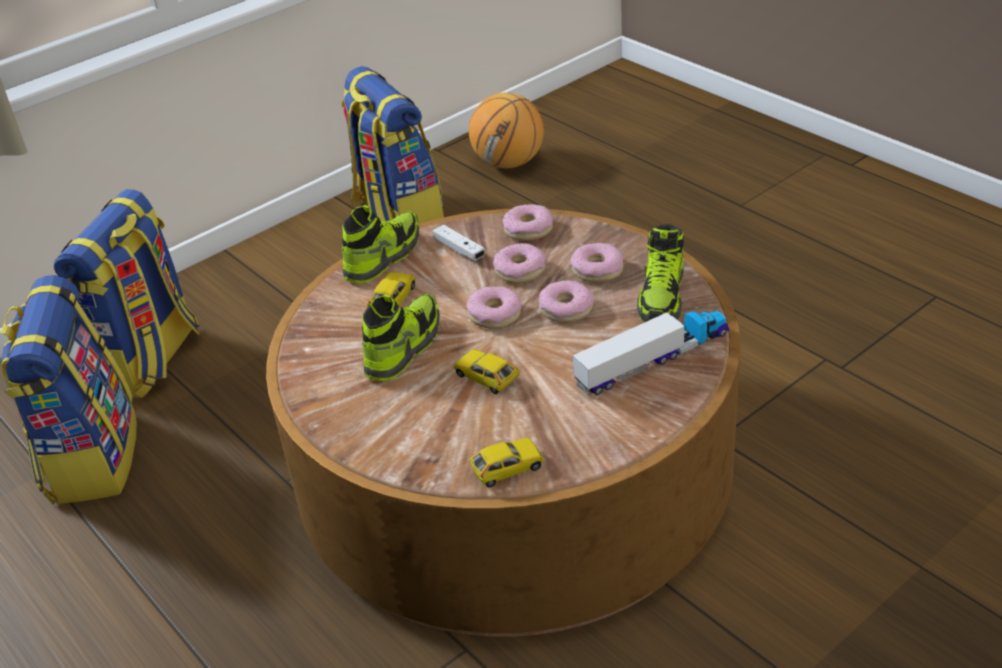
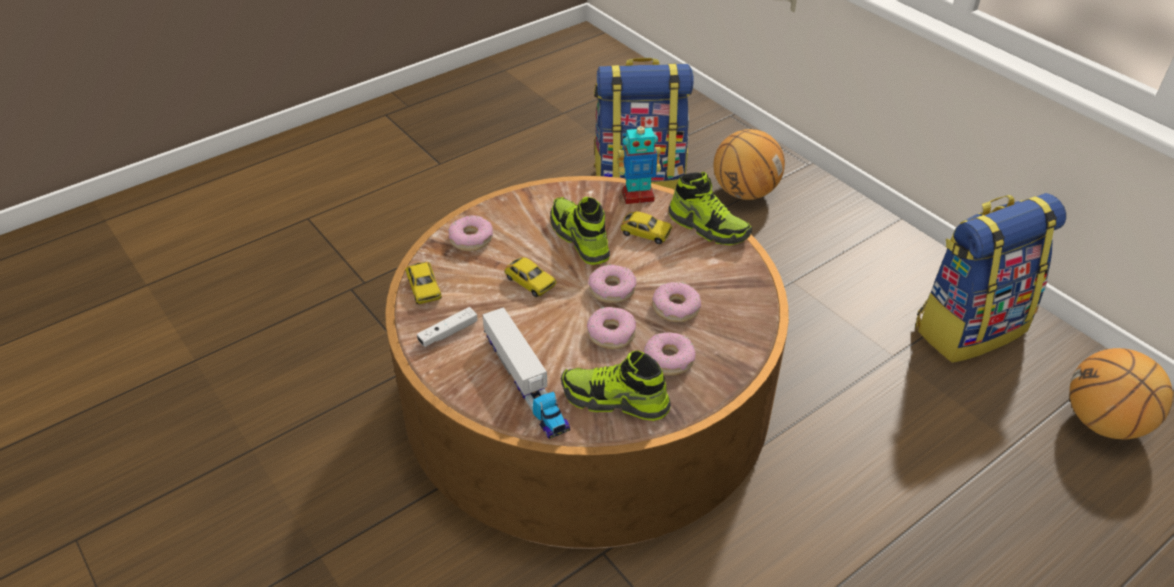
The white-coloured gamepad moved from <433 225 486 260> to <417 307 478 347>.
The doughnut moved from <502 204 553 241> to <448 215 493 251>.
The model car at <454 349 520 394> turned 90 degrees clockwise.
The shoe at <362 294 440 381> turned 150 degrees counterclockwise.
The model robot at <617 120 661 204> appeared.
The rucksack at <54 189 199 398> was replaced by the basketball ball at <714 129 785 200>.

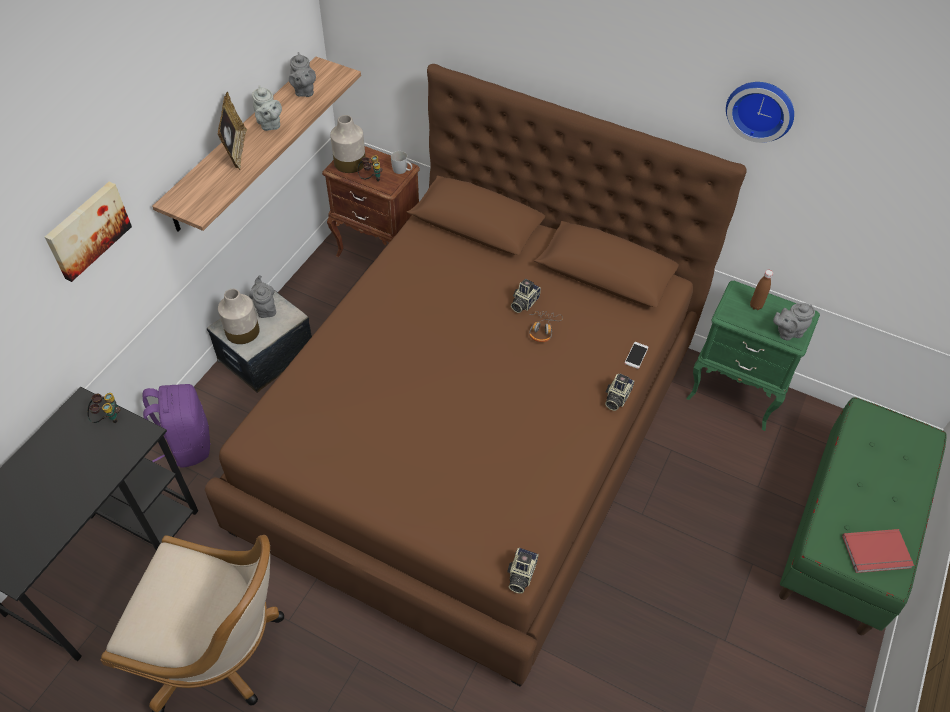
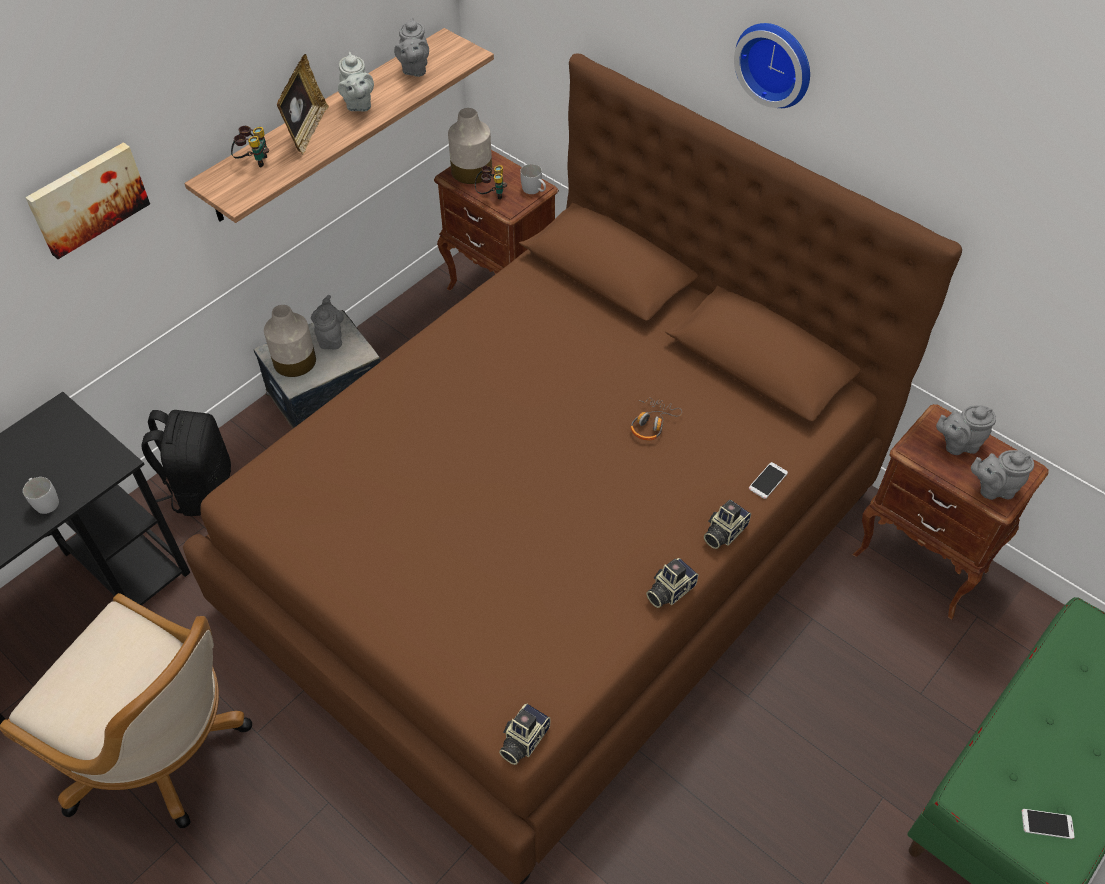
The white-coloured mug at <23 477 59 514> appeared.
The purple-coloured rucksack at <143 384 210 468> became the blackish rucksack at <141 410 231 516>.
The binoculars moved from <87 393 121 423> to <231 126 269 167>.
The photo camera moved from <511 279 541 313> to <646 558 698 608>.
The hanging clock moved from <726 82 794 143> to <734 23 810 108>.
The green-coloured nightstand at <686 281 820 431> became the brown-coloured nightstand at <852 404 1049 620>.
The brown-coloured bottle at <750 270 773 310> was replaced by the greyish pot for tea at <936 405 996 455>.
The red volume at <842 529 914 573> was replaced by the telephone at <1022 809 1075 839>.

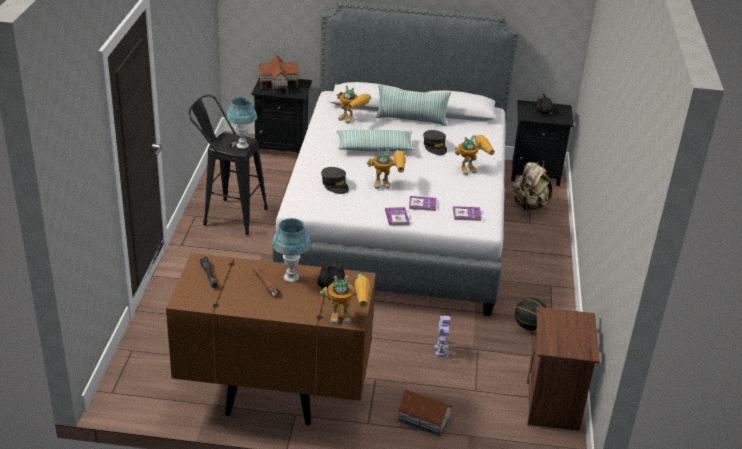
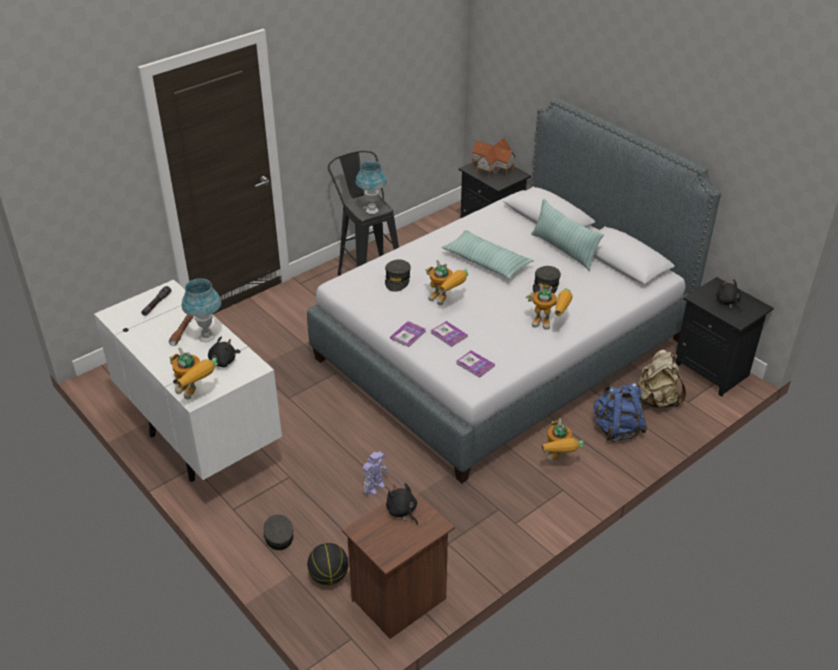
The brown-coloured drawer chest at <166 253 376 426> became the white-coloured drawer chest at <94 280 282 482>.
The model house at <398 390 453 436> was replaced by the greyish peaked cap at <263 514 294 550>.
The basketball ball moved from <515 297 547 330> to <307 543 349 585>.
The blackish soft toy at <386 483 418 525> appeared.
The model robot moved from <336 85 371 124> to <542 418 584 462>.
The blue rucksack at <593 383 647 442> appeared.

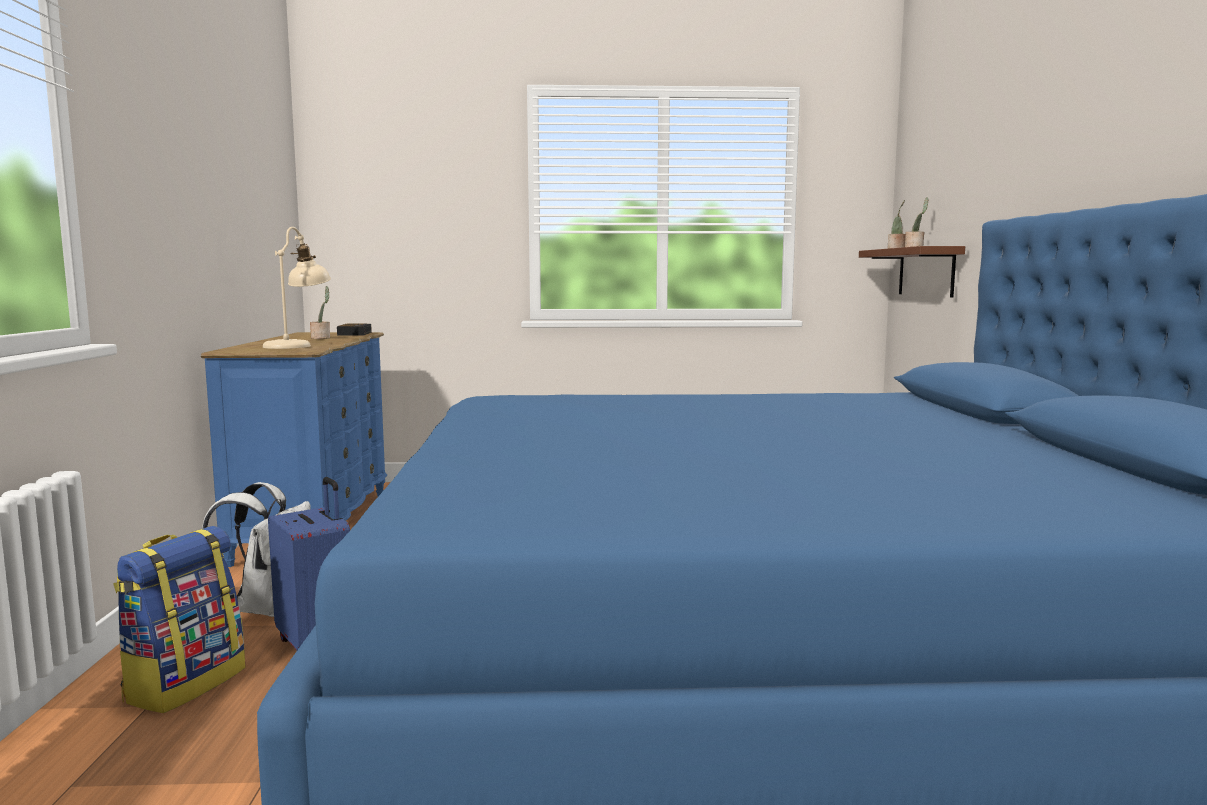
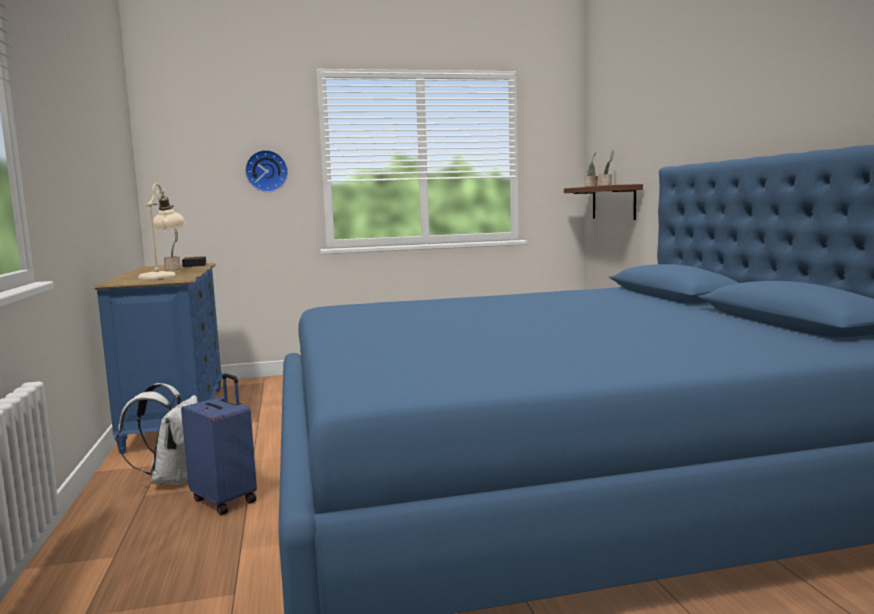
The hanging clock at <245 150 288 192> appeared.
The rucksack at <113 526 245 713> disappeared.

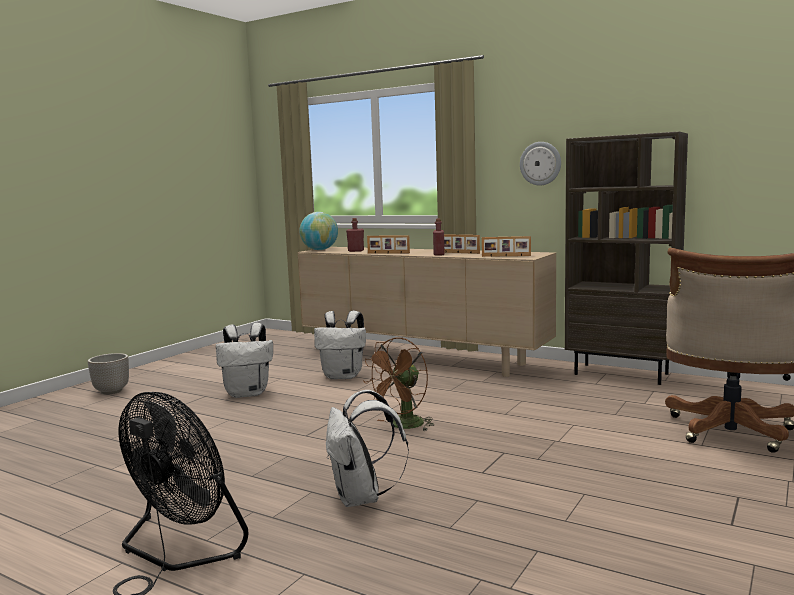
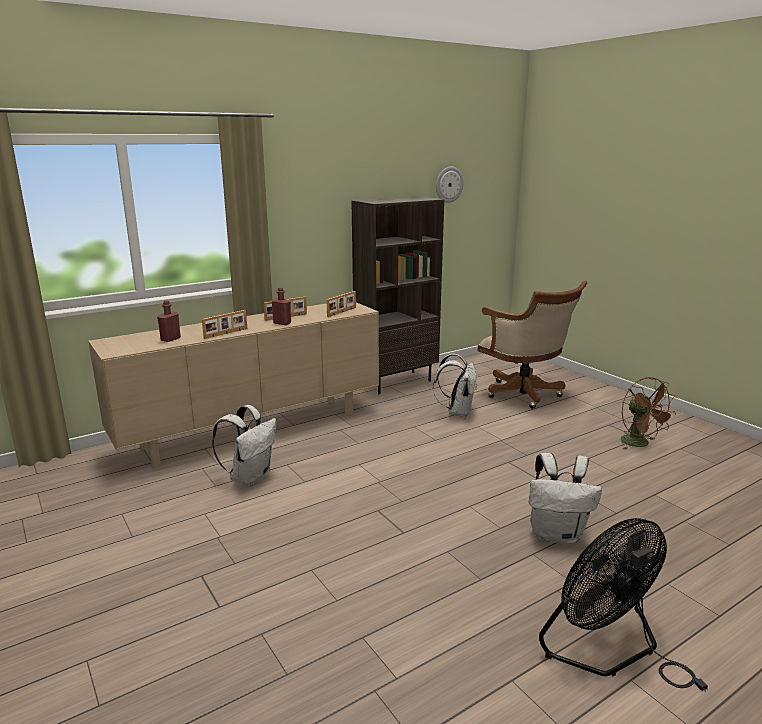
The white-coloured rucksack moved from <216 323 273 398> to <433 354 477 417>.
The hanging clock moved from <520 142 561 186> to <436 167 463 203>.
The brown-coloured cooling fan moved from <363 337 434 431> to <620 377 677 450>.
The flower pot at <88 353 129 395> disappeared.
The world globe at <299 212 338 250> disappeared.

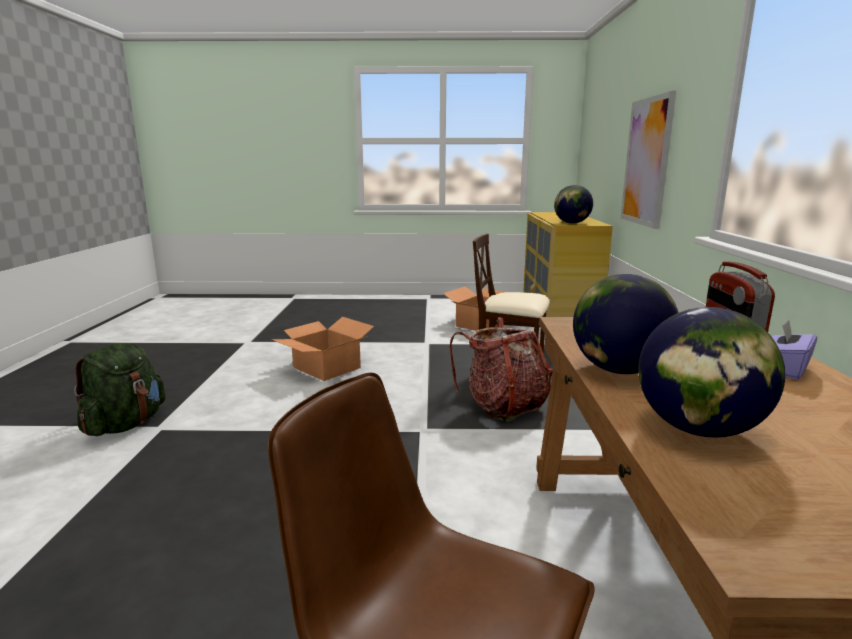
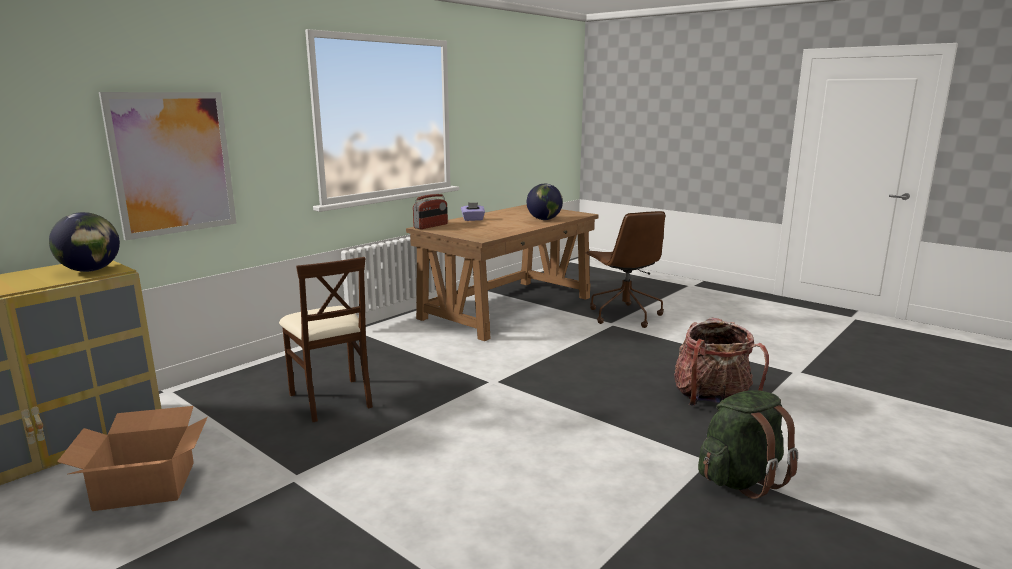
The rucksack moved from <449 317 553 422> to <674 318 769 406>.
The cardboard box at <272 317 374 381> disappeared.
The world globe at <573 274 678 374> disappeared.

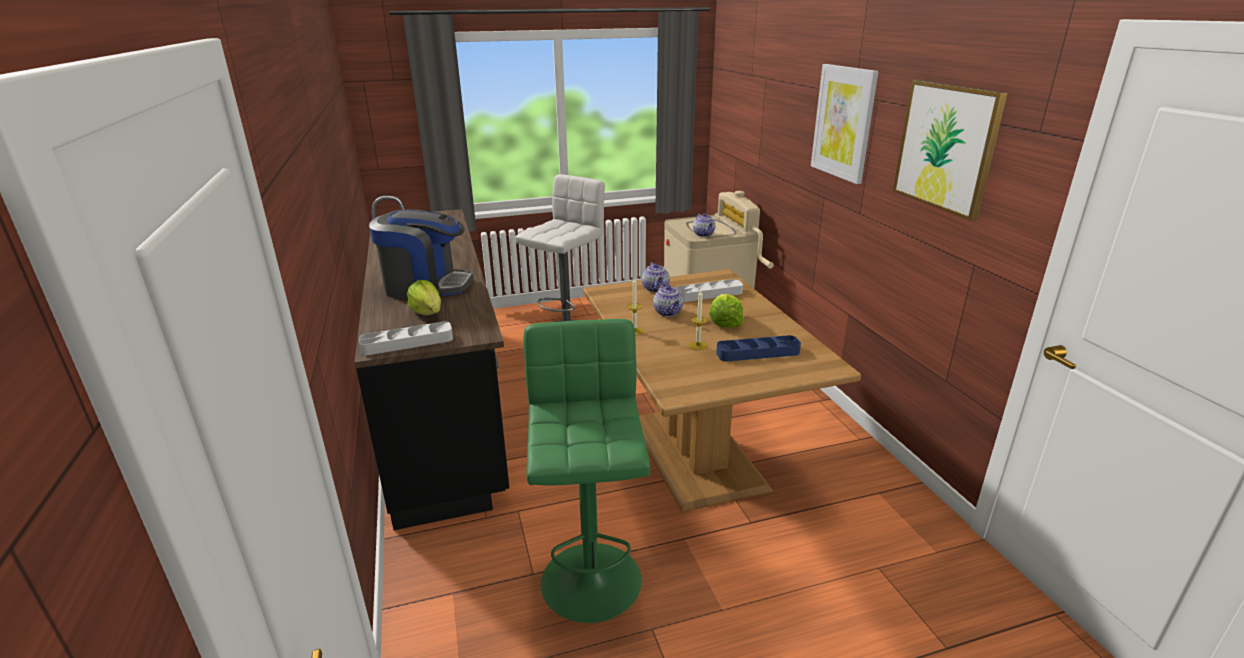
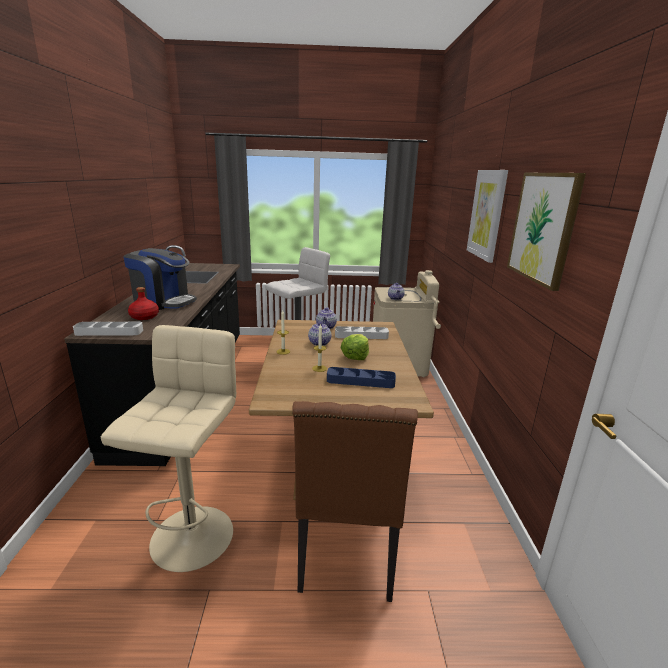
The green-coloured stool at <523 319 650 623> became the sand-coloured stool at <101 325 236 572>.
The lettuce head at <407 280 441 315> was replaced by the red bottle at <128 287 159 320>.
The brown-coloured upright chair at <292 401 418 602> appeared.

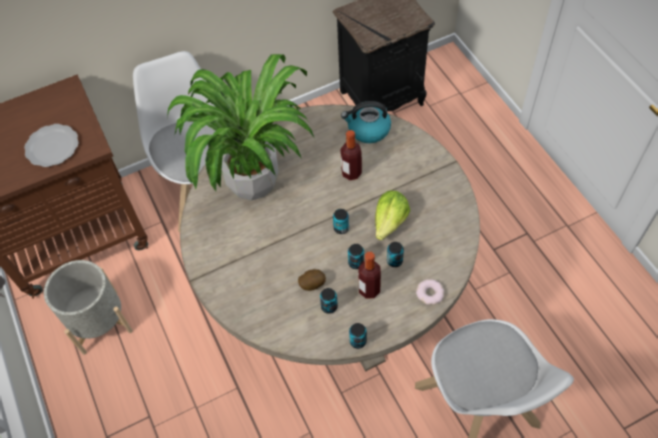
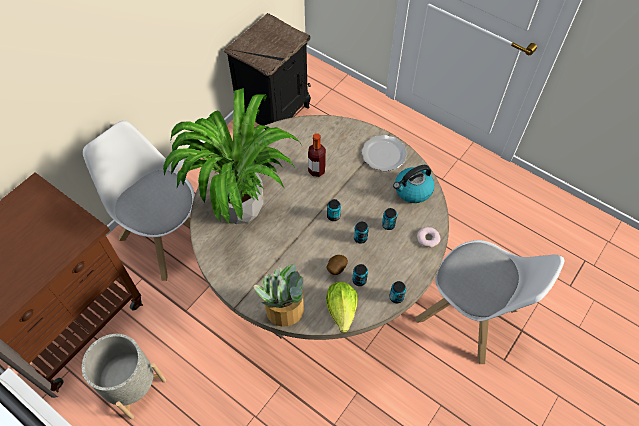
The houseplant at <253 264 304 327> appeared.
The lettuce head moved from <375 191 410 240> to <326 282 358 333>.
The plate moved from <24 124 79 167> to <362 135 407 171>.
The water kettle moved from <341 101 391 143> to <393 165 434 203>.
The bottle at <358 252 381 299> disappeared.

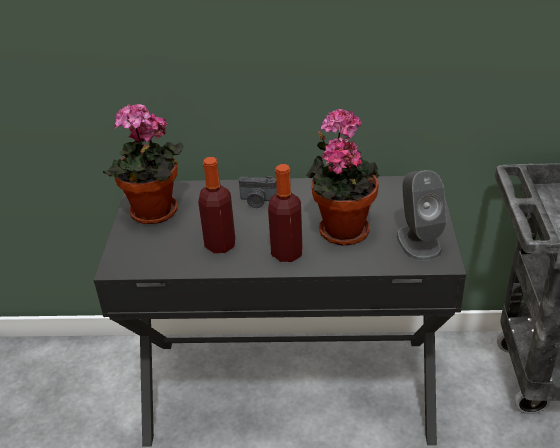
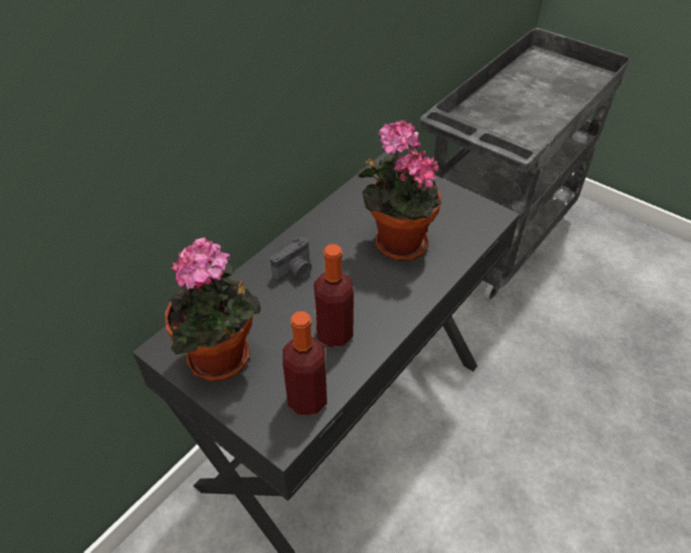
The bottle moved from <268 164 303 262> to <283 311 327 415>.
The greyish speaker at <396 170 447 261> disappeared.

